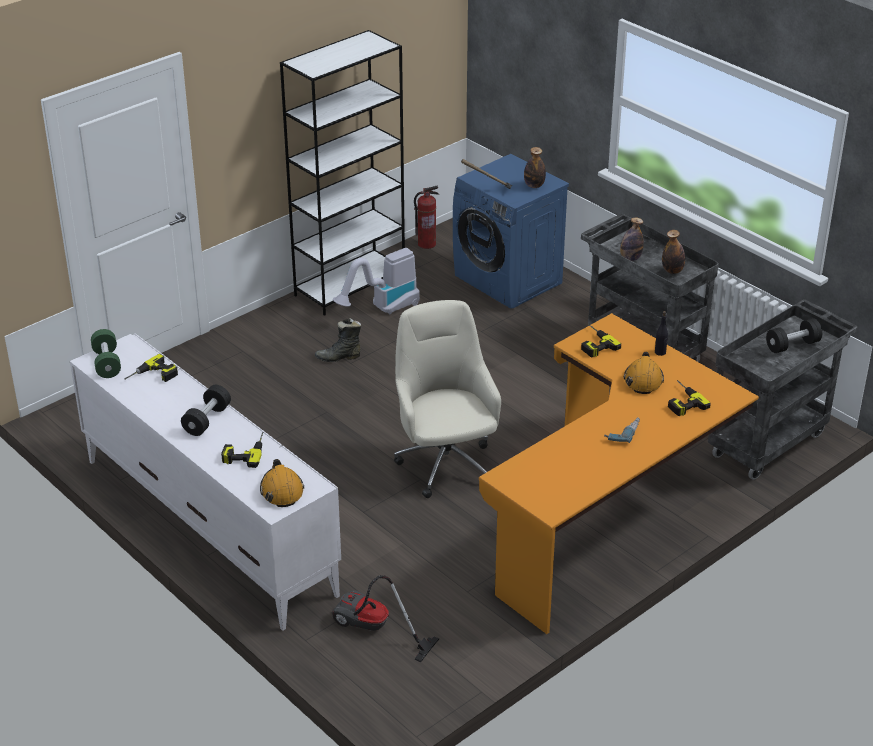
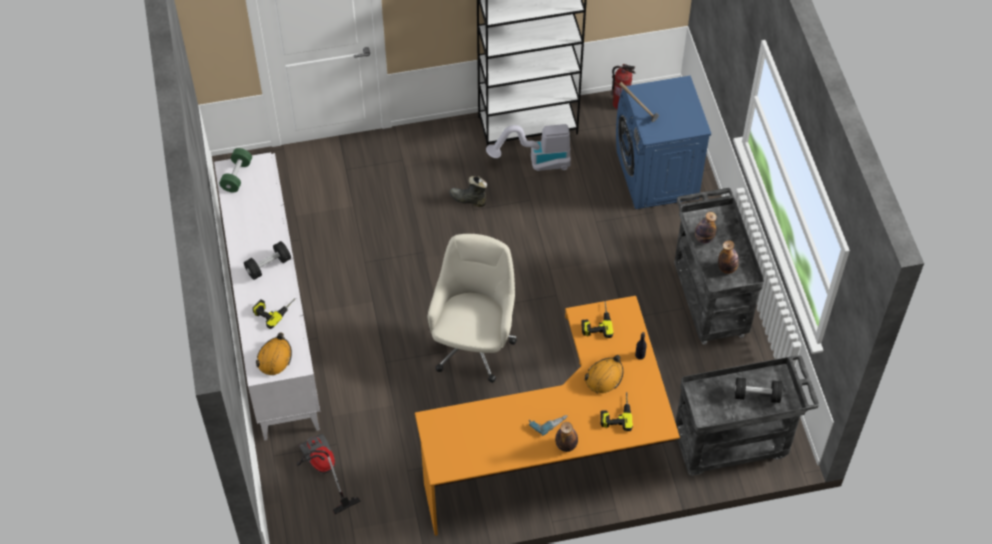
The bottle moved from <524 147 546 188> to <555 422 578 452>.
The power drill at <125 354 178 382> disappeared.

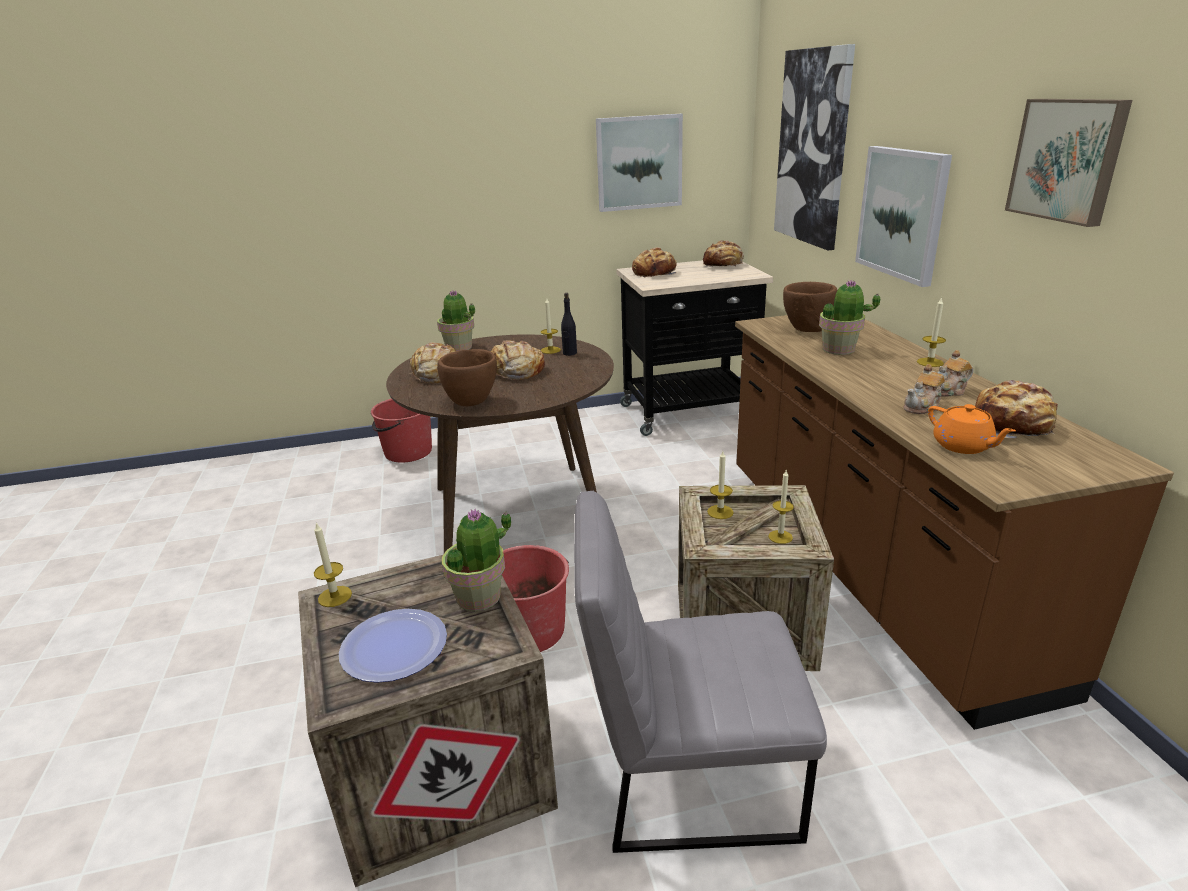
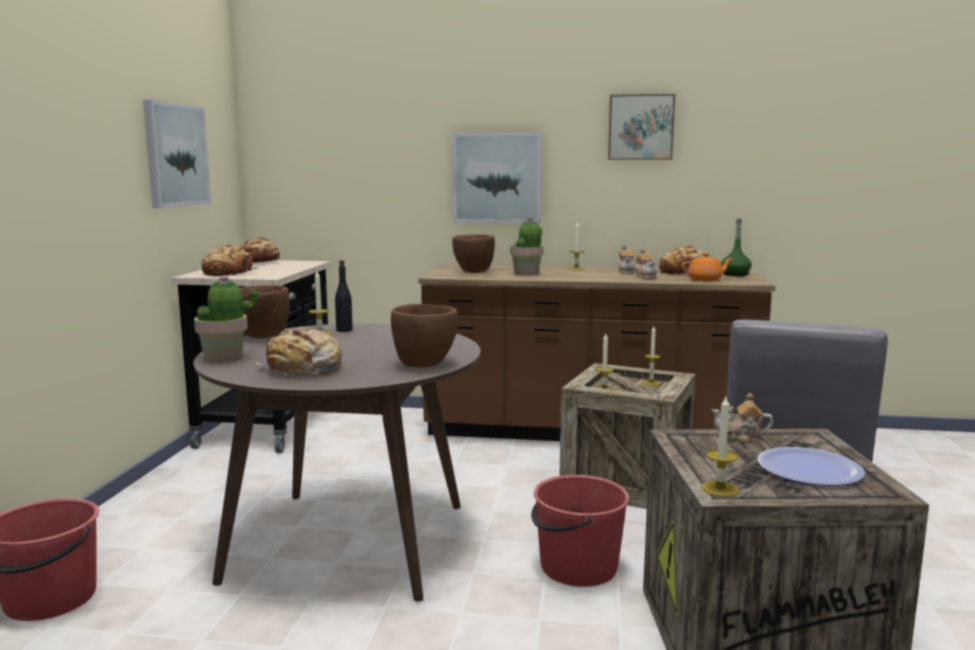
The brown-coloured bowl at <239 285 290 338> appeared.
The houseplant at <442 509 511 611> was replaced by the pot for tea at <712 393 773 443>.
The green-coloured bottle at <721 219 752 276> appeared.
The bakery bread at <491 340 545 380> disappeared.
The wall picture at <774 44 855 250> disappeared.

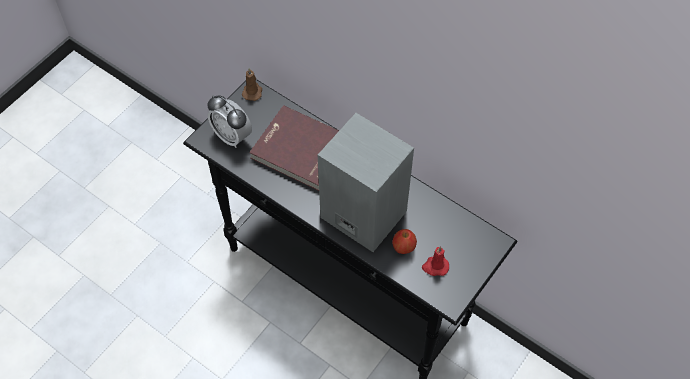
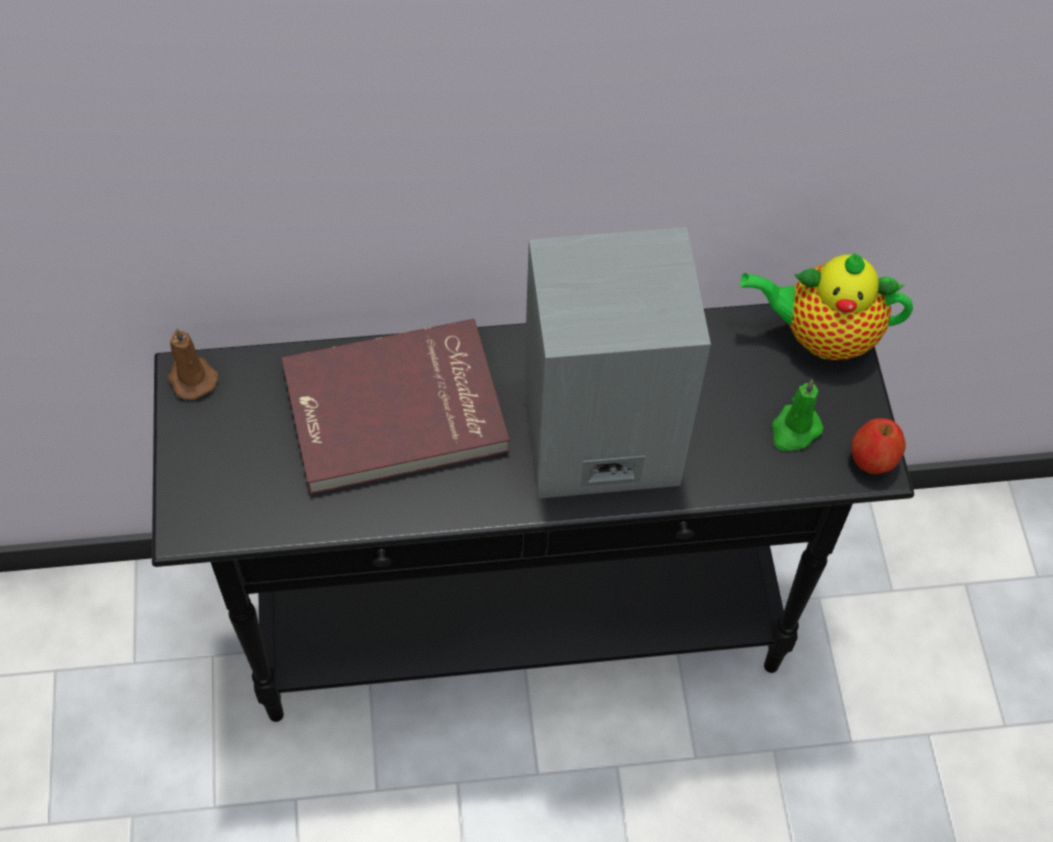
The pot for tea at <740 253 913 360> appeared.
The red wax light at <422 246 449 276> became the green-coloured wax light at <772 379 823 451>.
The apple moved from <392 229 417 254> to <851 418 906 474>.
The table clock at <207 96 252 148> disappeared.

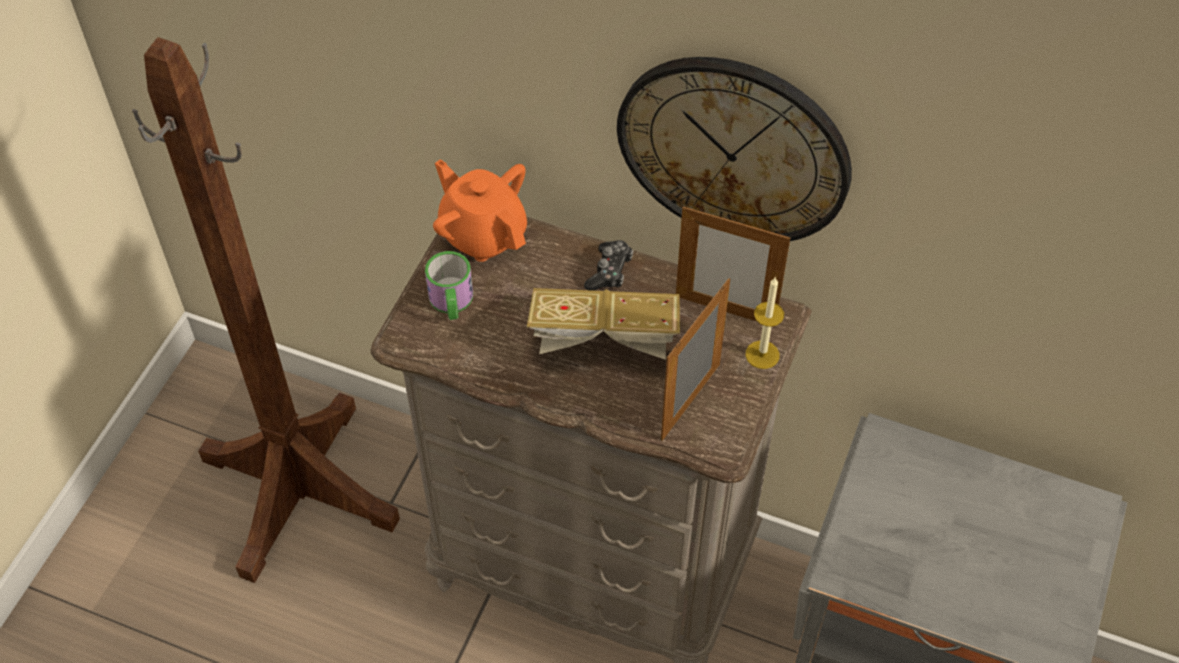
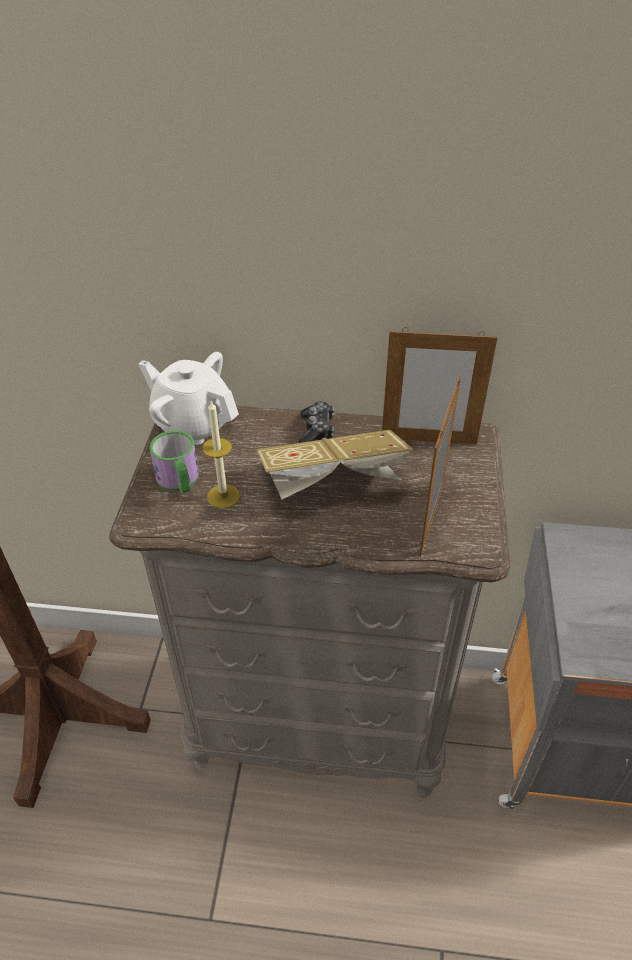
The orange-coloured pot for tea at <433 159 527 262> became the white-coloured pot for tea at <138 352 239 445>.
The wax light moved from <746 278 784 369> to <202 401 240 508>.
The hanging clock at <617 57 852 241> disappeared.

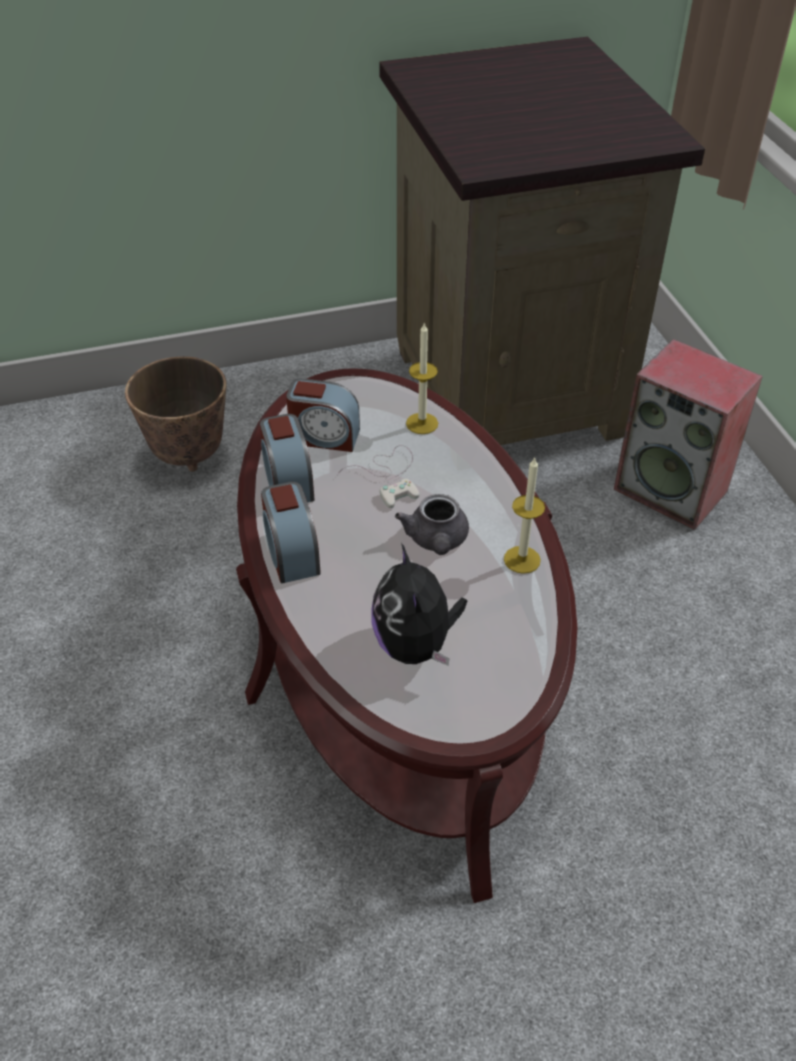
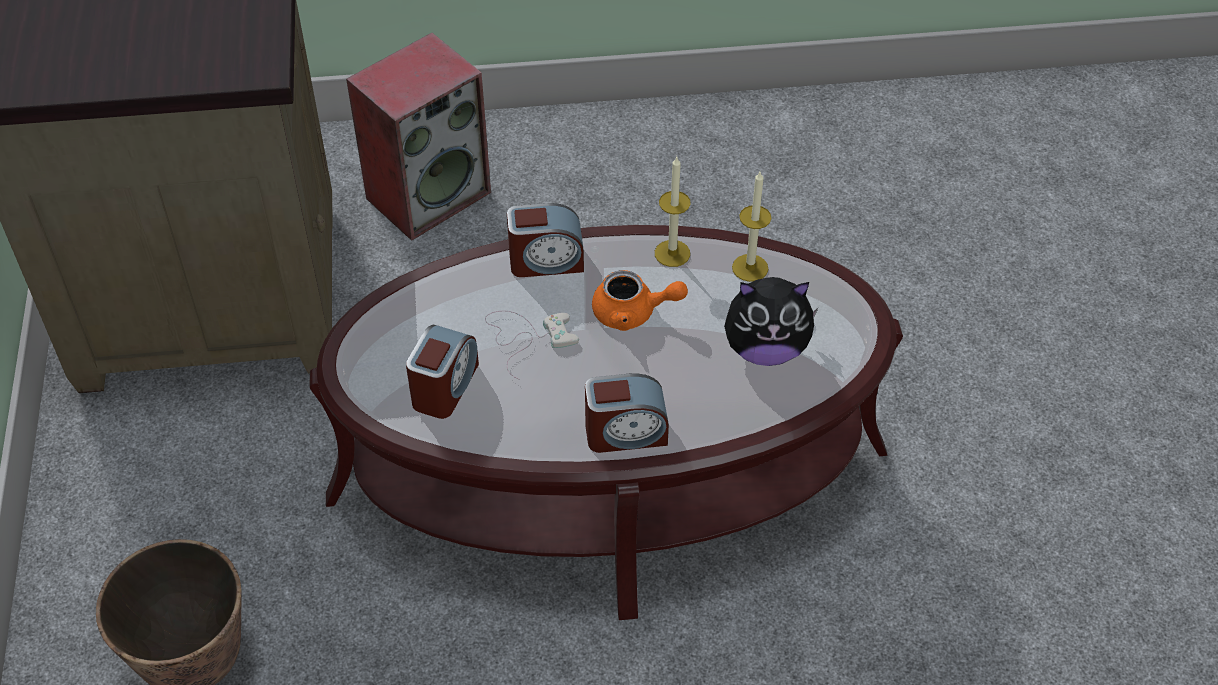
The table clock moved from <260 414 315 502> to <507 203 584 277>.
The greyish pot for tea at <395 494 469 555> became the orange-coloured pot for tea at <592 270 688 331>.
The wax light moved from <406 322 438 434> to <732 172 771 282>.

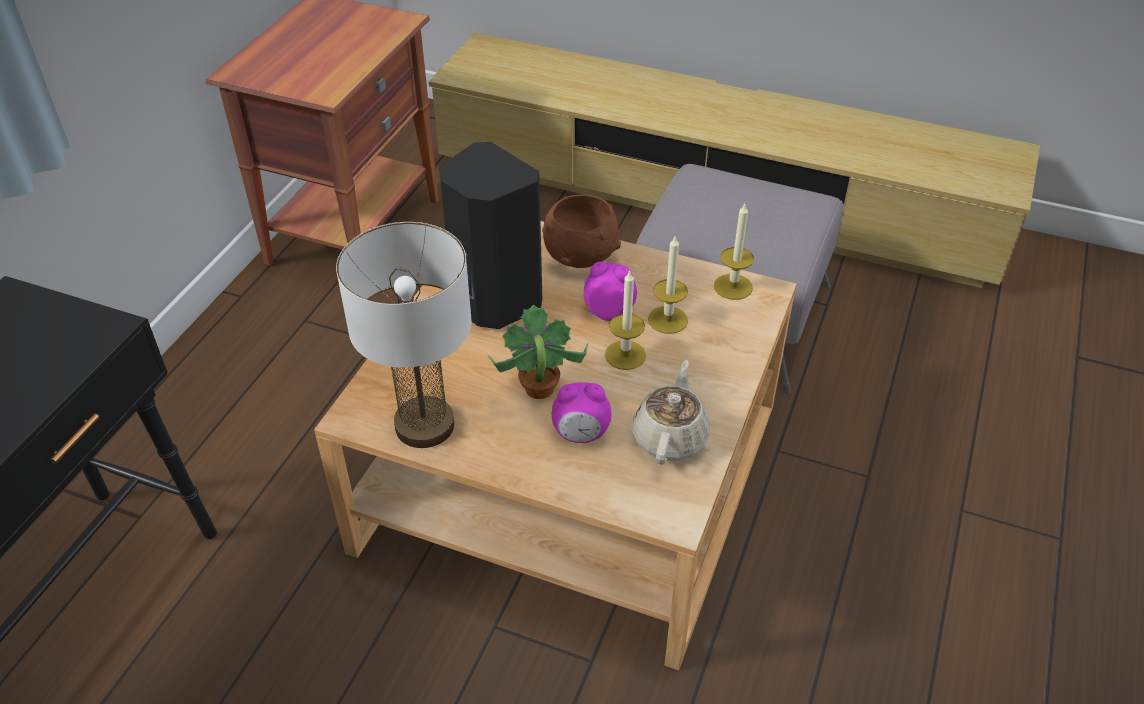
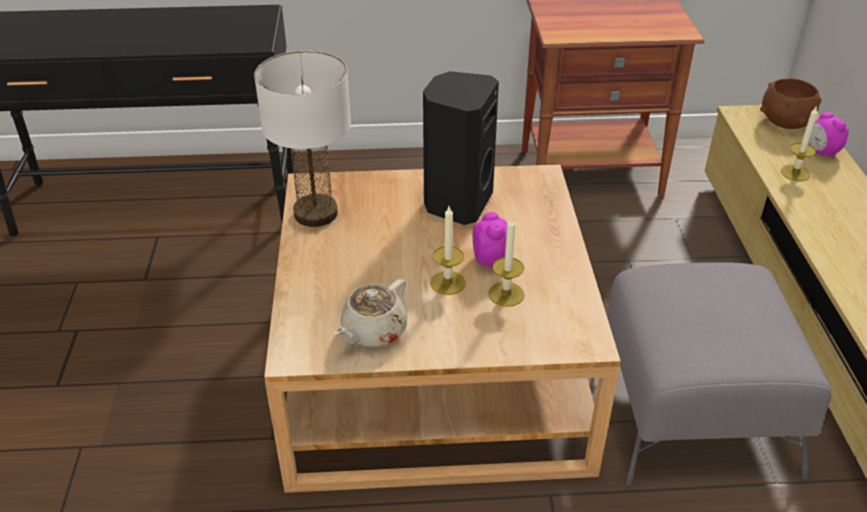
The sand-coloured pot for tea at <632 360 710 464> turned 135 degrees clockwise.
The brown-coloured bowl moved from <542 195 621 268> to <760 78 822 129>.
The wax light moved from <714 203 754 300> to <781 105 818 181>.
The table clock moved from <552 382 611 443> to <808 112 849 158>.
The houseplant at <487 305 588 399> disappeared.

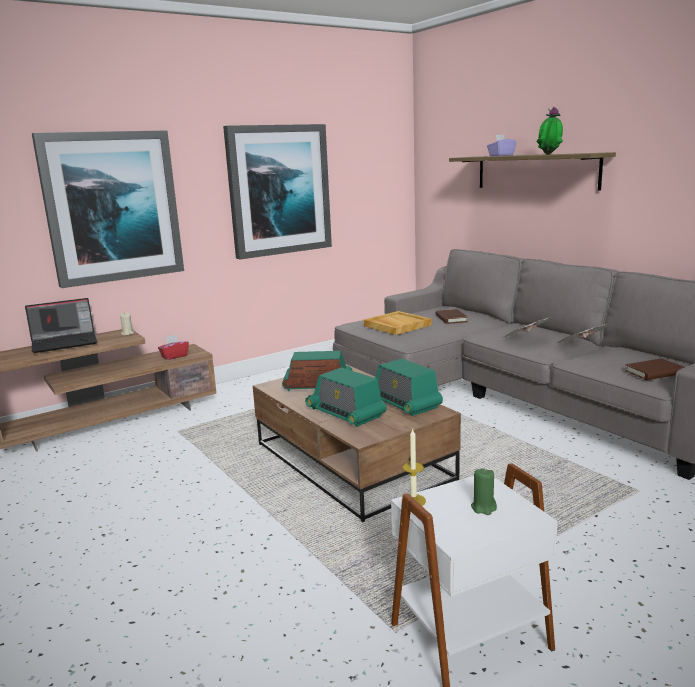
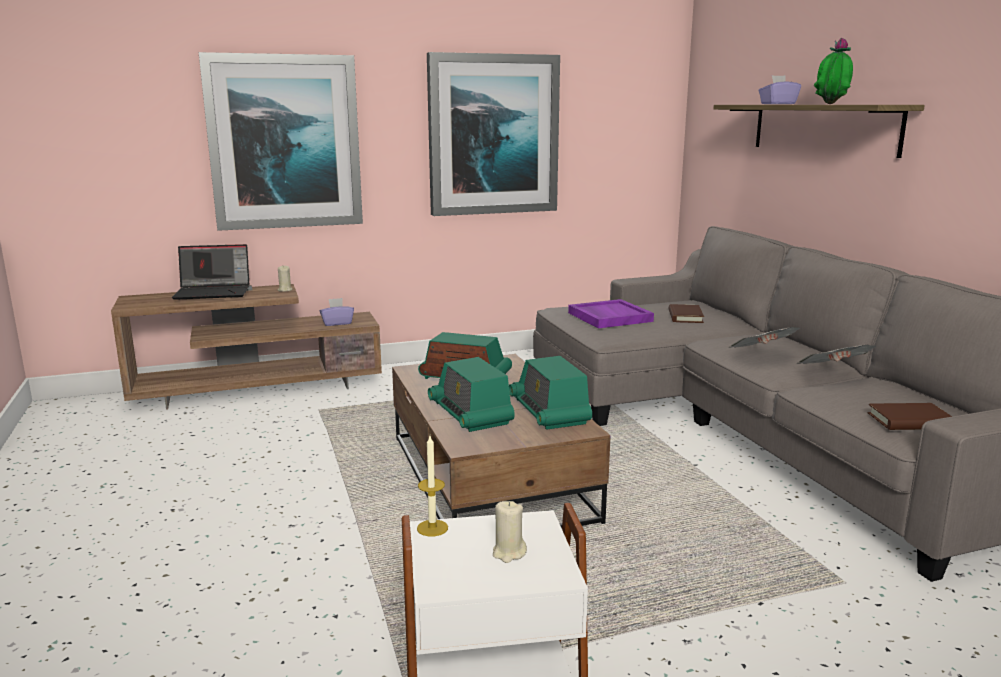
The red tissue box at <158 335 189 360> became the purple-coloured tissue box at <320 298 354 326>.
The green-coloured wax light at <471 468 497 515> became the sand-coloured wax light at <493 501 527 563>.
The sand-coloured tray at <364 311 431 335> became the purple-coloured tray at <568 299 654 328>.

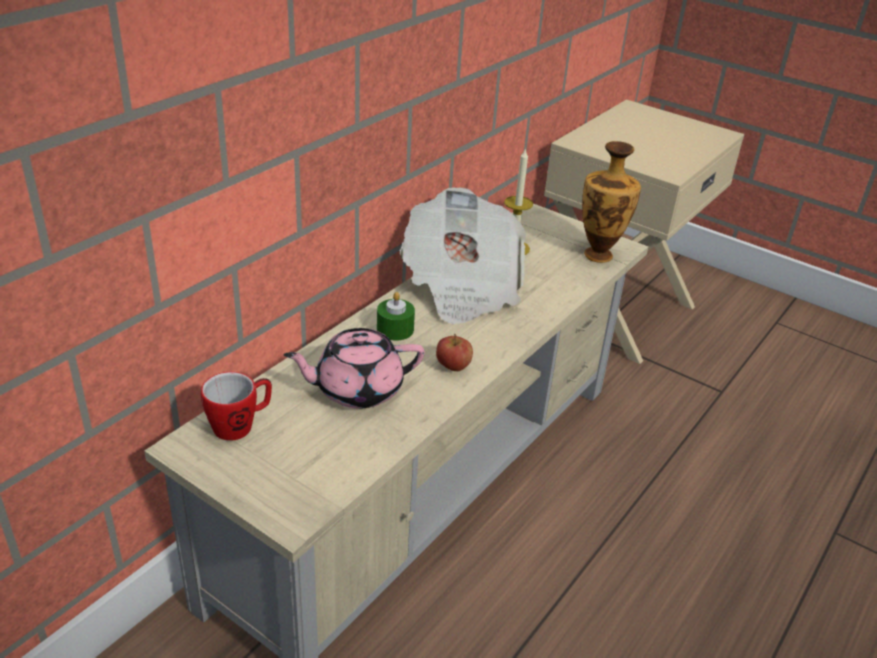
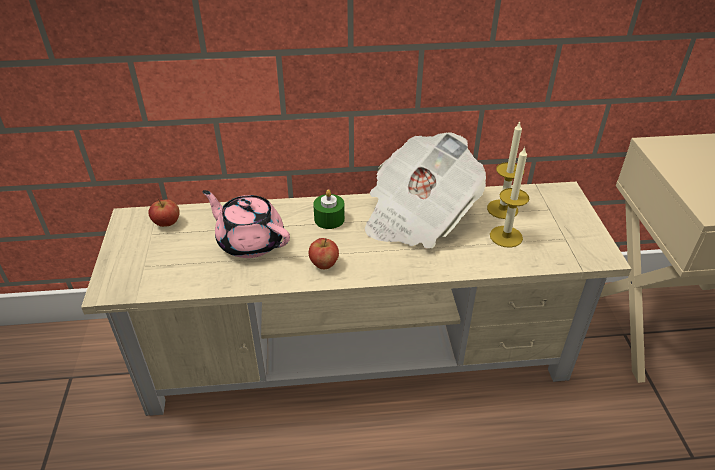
The mug at <201 372 272 441> was replaced by the apple at <148 199 180 227>.
The wax light at <490 147 529 248> appeared.
The decorative vase at <582 141 641 263> disappeared.

